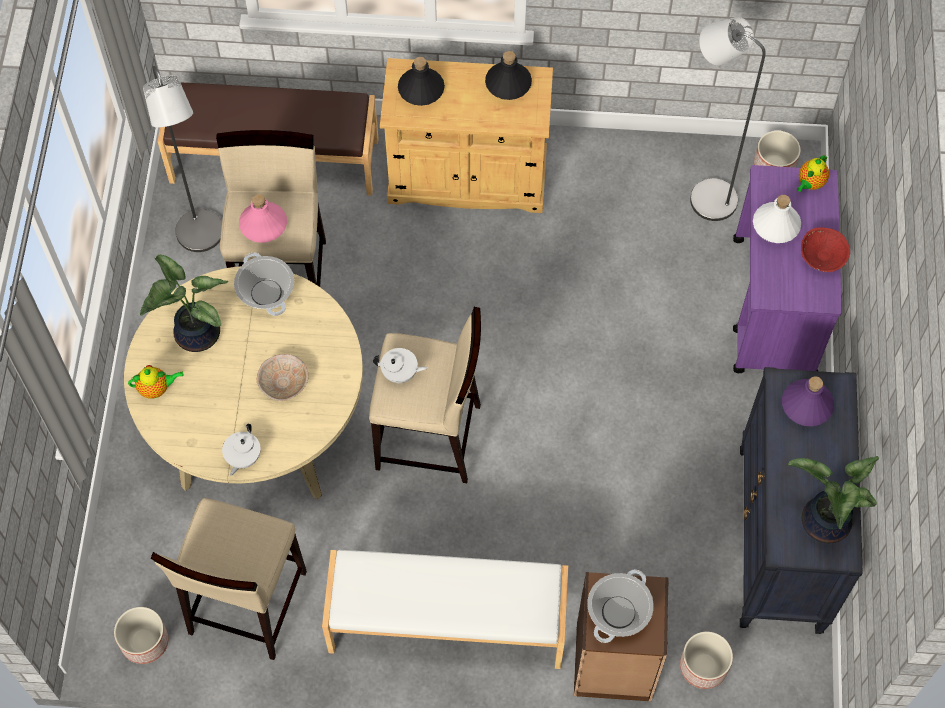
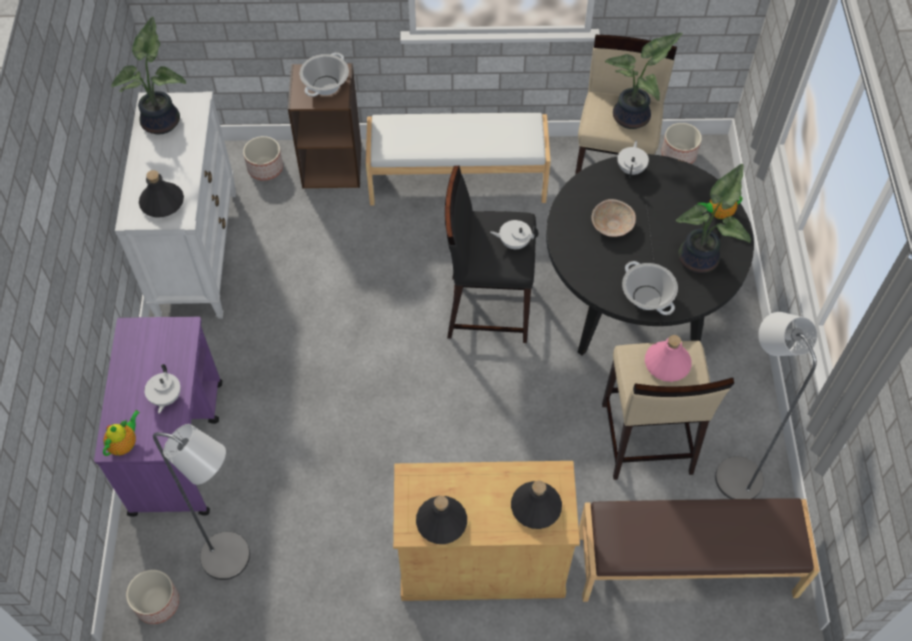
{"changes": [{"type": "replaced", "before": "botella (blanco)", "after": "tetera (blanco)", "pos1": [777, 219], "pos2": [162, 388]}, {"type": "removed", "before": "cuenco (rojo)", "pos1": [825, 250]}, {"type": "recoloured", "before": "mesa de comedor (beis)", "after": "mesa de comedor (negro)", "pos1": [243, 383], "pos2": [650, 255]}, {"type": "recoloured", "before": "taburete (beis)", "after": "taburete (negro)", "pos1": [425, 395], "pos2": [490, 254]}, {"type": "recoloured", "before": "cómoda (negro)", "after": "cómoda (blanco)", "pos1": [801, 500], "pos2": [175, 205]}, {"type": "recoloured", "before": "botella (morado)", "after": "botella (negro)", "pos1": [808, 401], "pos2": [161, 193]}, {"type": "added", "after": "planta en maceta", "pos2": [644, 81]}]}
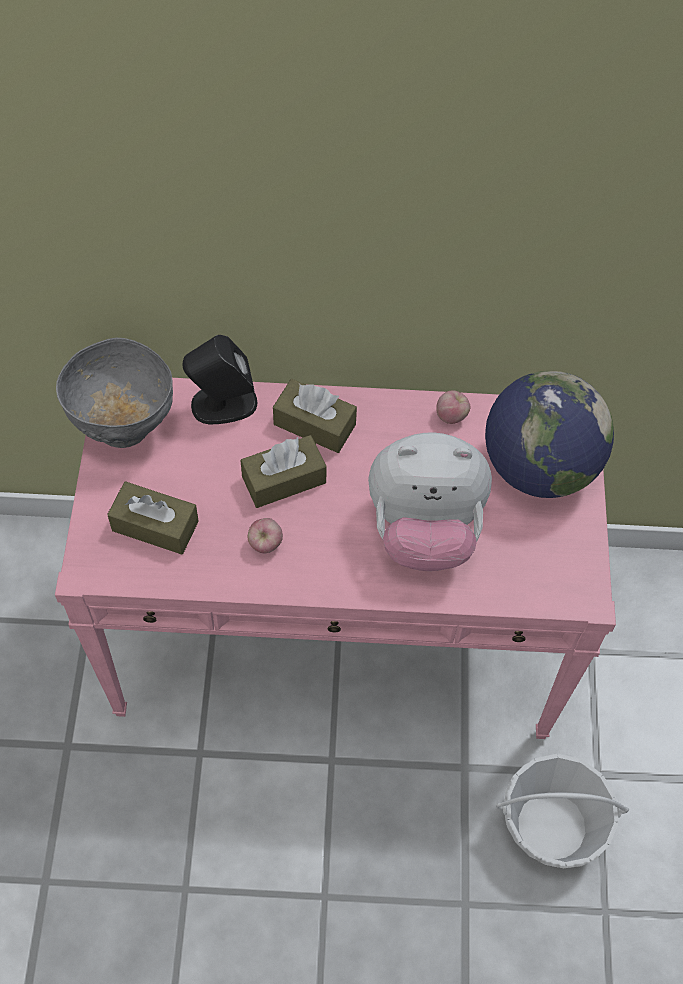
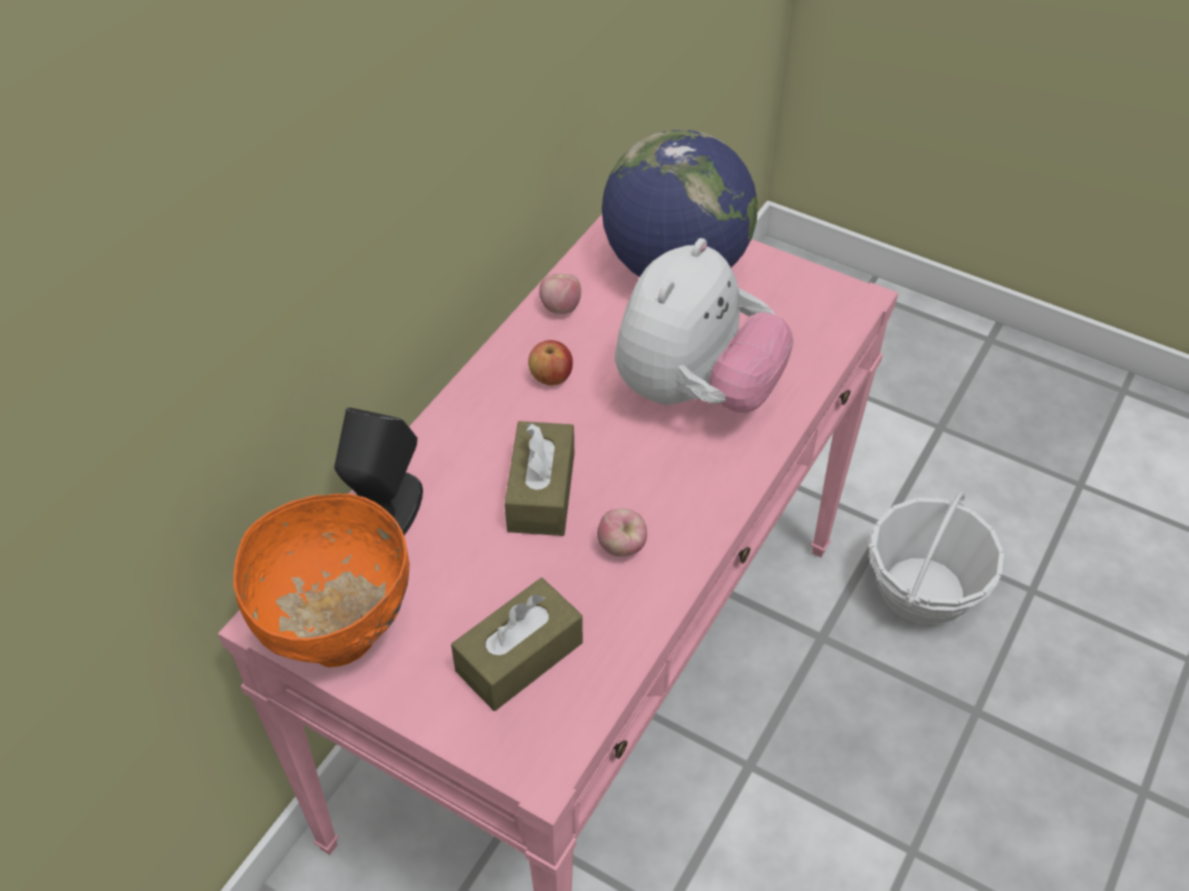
{"changes": [{"type": "recoloured", "before": "cuenco (gris)", "after": "cuenco (naranja)", "pos1": [114, 393], "pos2": [321, 580]}, {"type": "removed", "before": "caja de pañuelos (marrón)", "pos1": [315, 416]}, {"type": "added", "after": "manzana", "pos2": [550, 363]}]}
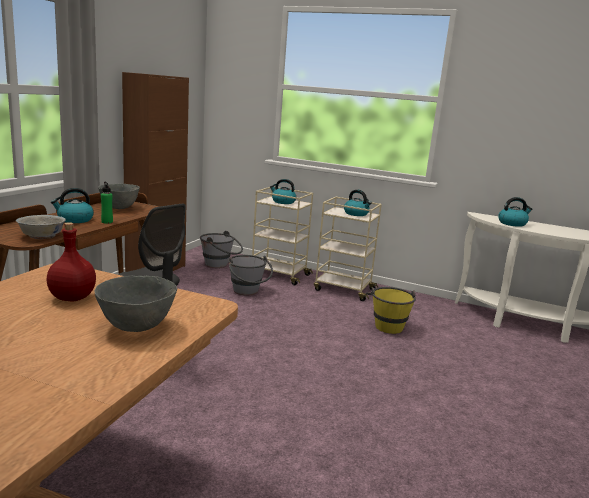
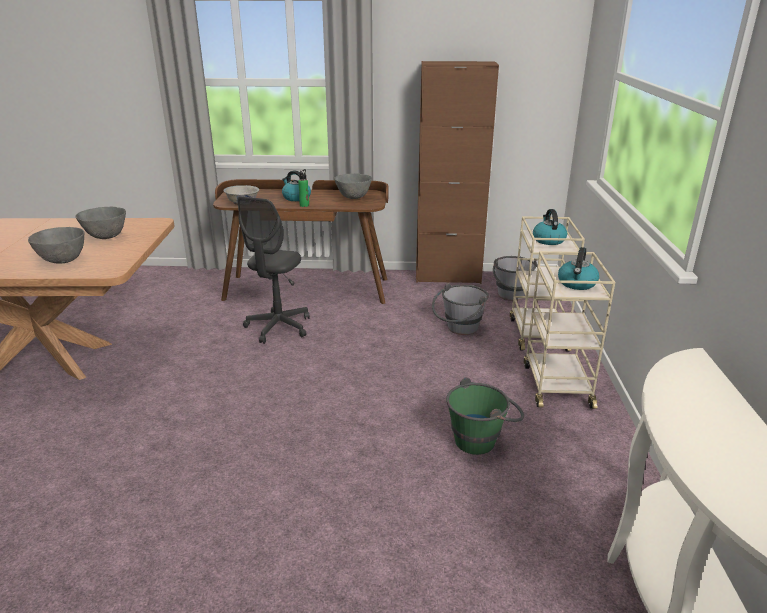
{"changes": [{"type": "removed", "before": "hervidor", "pos1": [515, 212]}, {"type": "replaced", "before": "botella (rojo)", "after": "cuenco (gris)", "pos1": [71, 262], "pos2": [101, 223]}, {"type": "recoloured", "before": "cubo (amarillo)", "after": "cubo (verde)", "pos1": [391, 310], "pos2": [485, 416]}]}
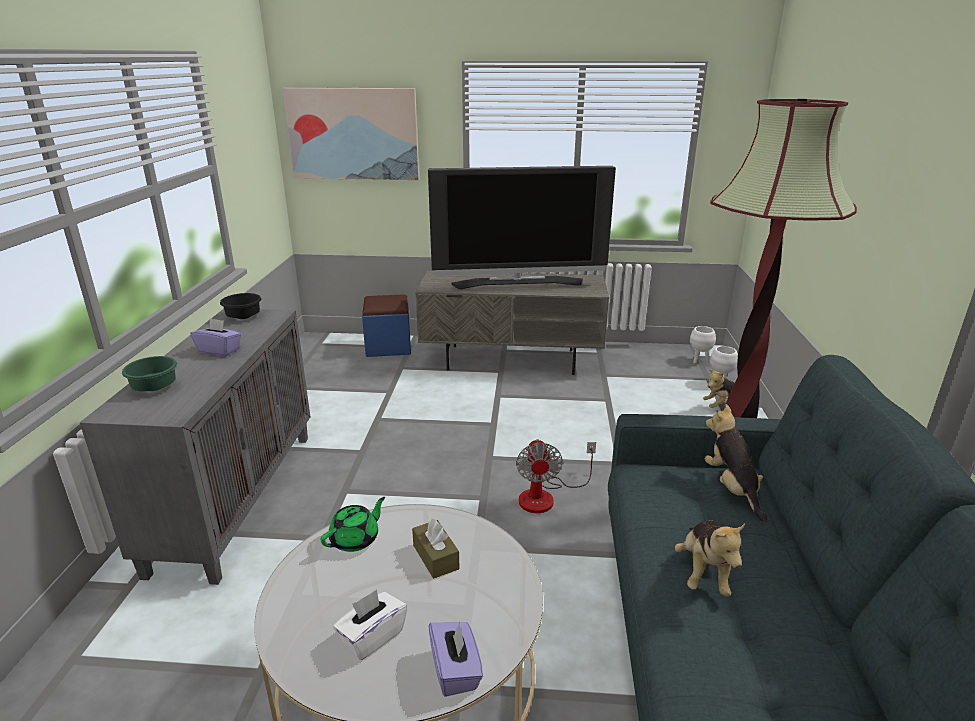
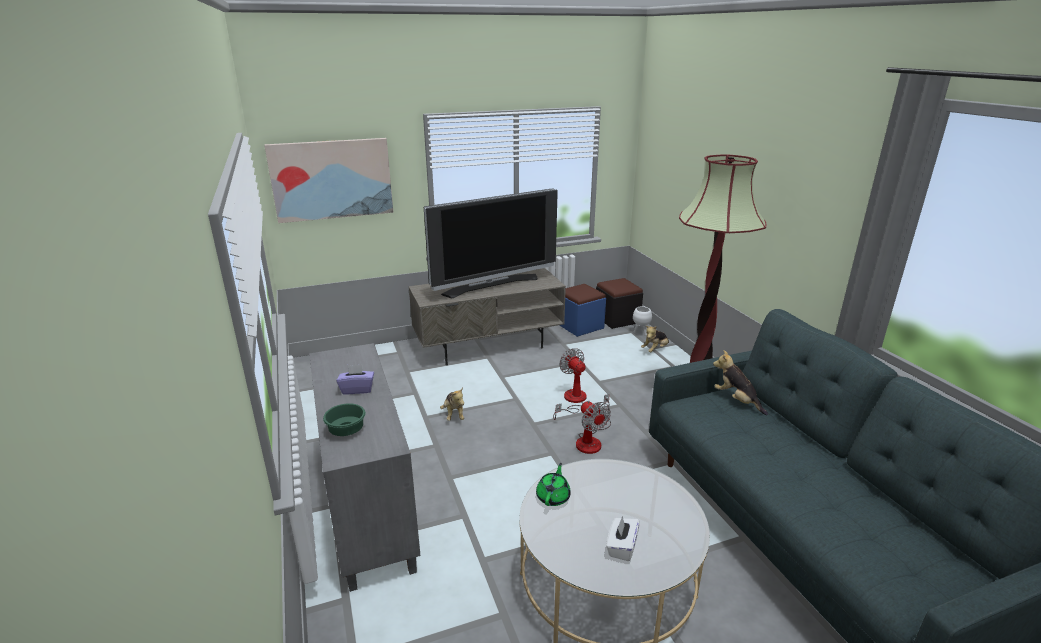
{"changes": [{"type": "removed", "before": "cuenco (negro)", "pos1": [240, 306]}, {"type": "moved", "before": "puf (azul)", "pos1": [386, 325], "pos2": [582, 310]}, {"type": "replaced", "before": "maceta (blanco)", "after": "puf (negro)", "pos1": [703, 344], "pos2": [619, 303]}, {"type": "removed", "before": "caja de pañuelos (marrón)", "pos1": [436, 548]}, {"type": "moved", "before": "peluche", "pos1": [710, 558], "pos2": [452, 404]}, {"type": "removed", "before": "caja de pañuelos (morado)", "pos1": [456, 659]}, {"type": "added", "after": "ventilador", "pos2": [570, 384]}]}
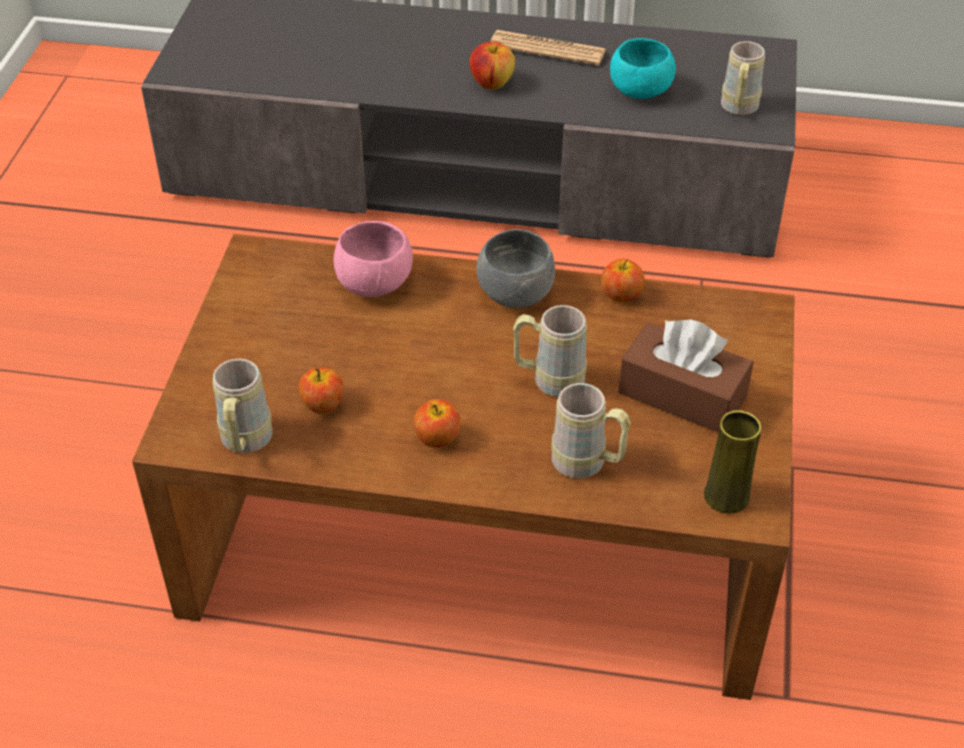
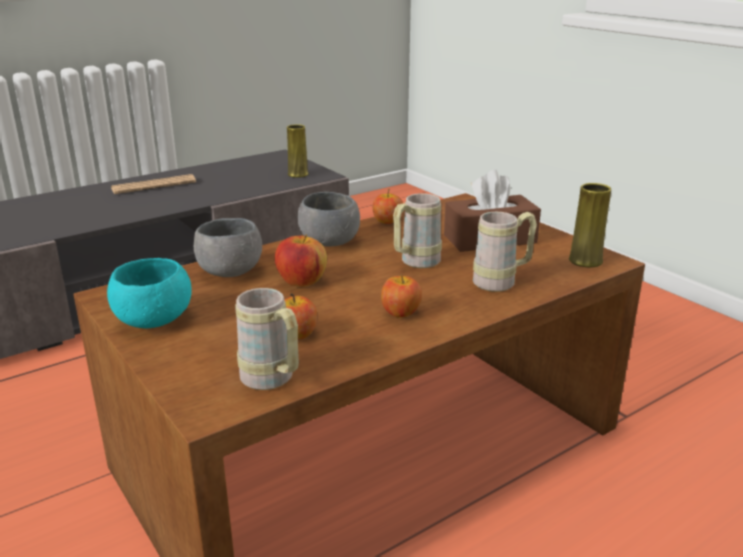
{"changes": [{"type": "moved", "before": "cuenco (turquesa)", "pos1": [643, 68], "pos2": [149, 293]}, {"type": "moved", "before": "manzana", "pos1": [492, 65], "pos2": [301, 260]}, {"type": "replaced", "before": "taza grande (beis)", "after": "florero (amarillo)", "pos1": [743, 78], "pos2": [297, 151]}, {"type": "recoloured", "before": "cuenco (rosa)", "after": "cuenco (gris)", "pos1": [373, 259], "pos2": [228, 247]}]}
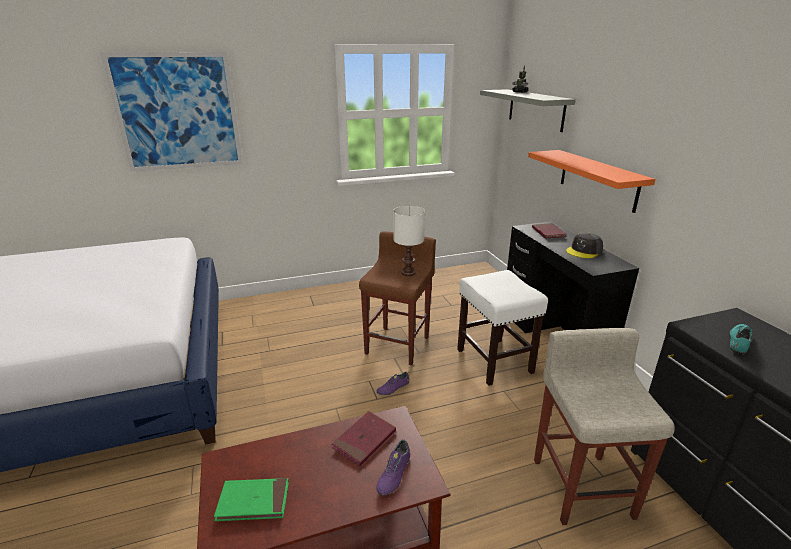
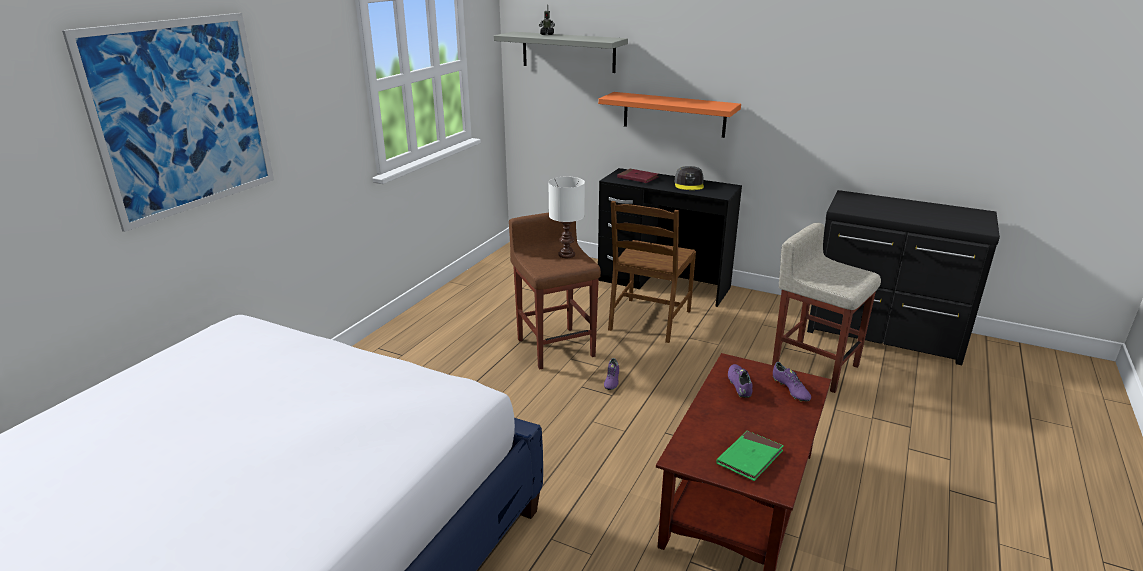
{"changes": [{"type": "replaced", "before": "taburete (blanco)", "after": "silla (marrón)", "pos1": [502, 328], "pos2": [652, 272]}, {"type": "removed", "before": "zapato (turquesa)", "pos1": [741, 339]}, {"type": "replaced", "before": "libro (rojo)", "after": "zapato (morado)", "pos1": [364, 439], "pos2": [740, 381]}]}
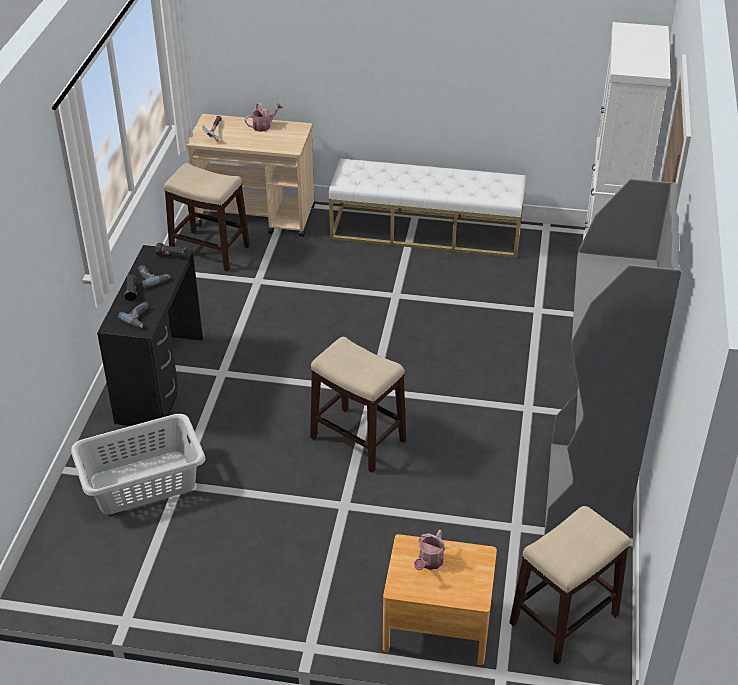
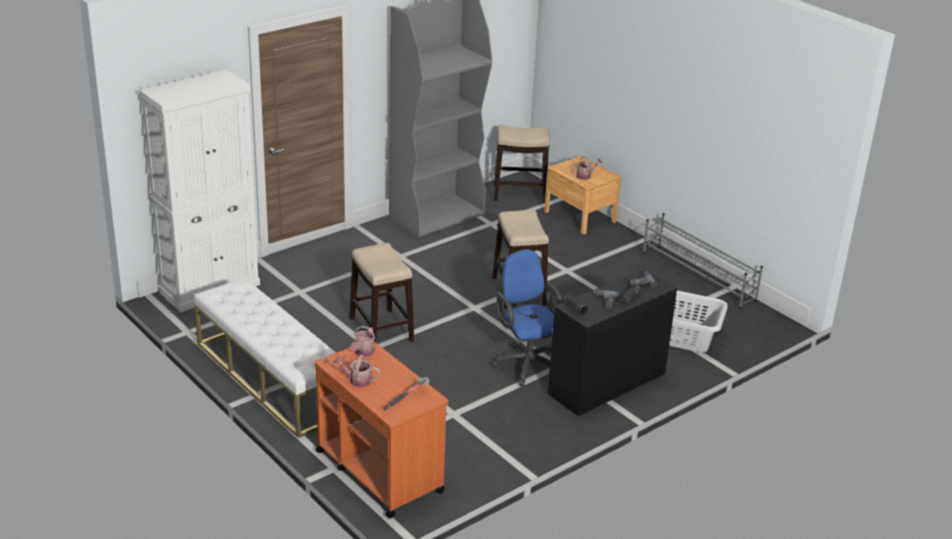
{"changes": [{"type": "recoloured", "before": "carrito (beis)", "after": "carrito (naranja)", "pos1": [250, 175], "pos2": [381, 430]}, {"type": "moved", "before": "taburete", "pos1": [207, 217], "pos2": [382, 292]}, {"type": "added", "after": "zapatero (gris)", "pos2": [702, 261]}, {"type": "added", "after": "silla de oficina (azul)", "pos2": [528, 318]}, {"type": "added", "after": "regadera", "pos2": [363, 341]}]}
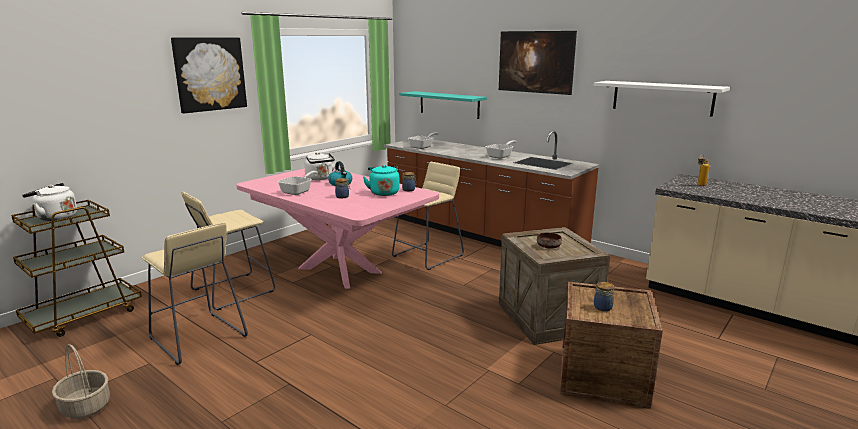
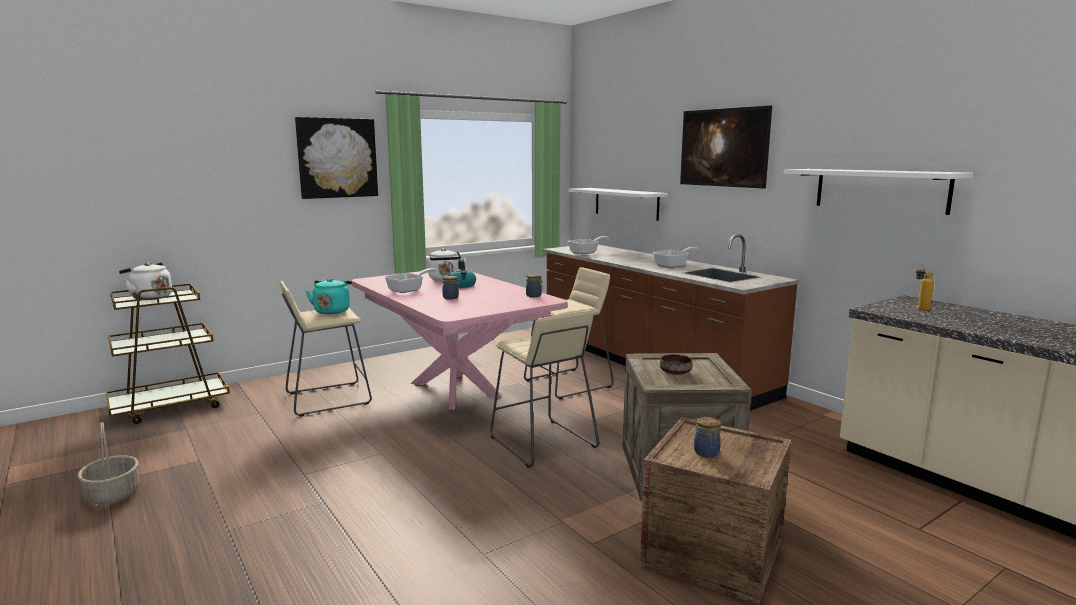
{"changes": [{"type": "recoloured", "before": "estante (turquesa)", "after": "estante (blanco)", "pos1": [443, 105], "pos2": [618, 204]}, {"type": "moved", "before": "hervidor (turquesa)", "pos1": [381, 180], "pos2": [328, 296]}, {"type": "moved", "before": "taburete (beis)", "pos1": [195, 293], "pos2": [544, 389]}]}
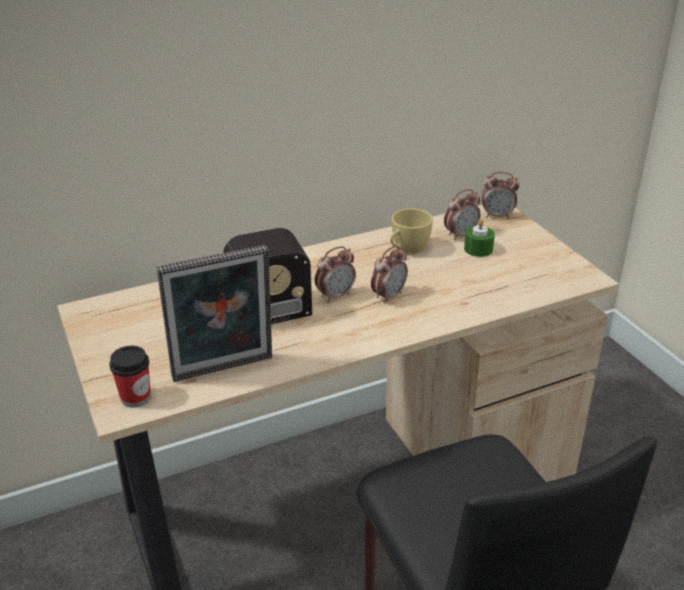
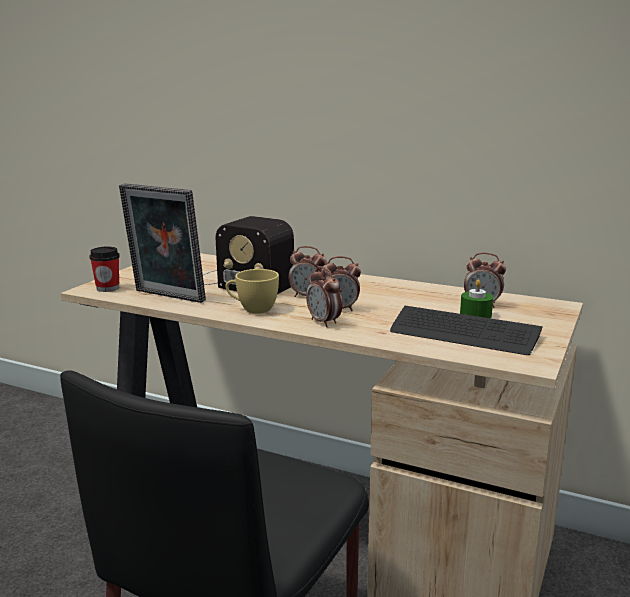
{"changes": [{"type": "moved", "before": "despertador", "pos1": [500, 195], "pos2": [324, 296]}, {"type": "moved", "before": "taza (amarillo)", "pos1": [411, 231], "pos2": [252, 291]}, {"type": "added", "after": "teclado", "pos2": [466, 330]}]}
